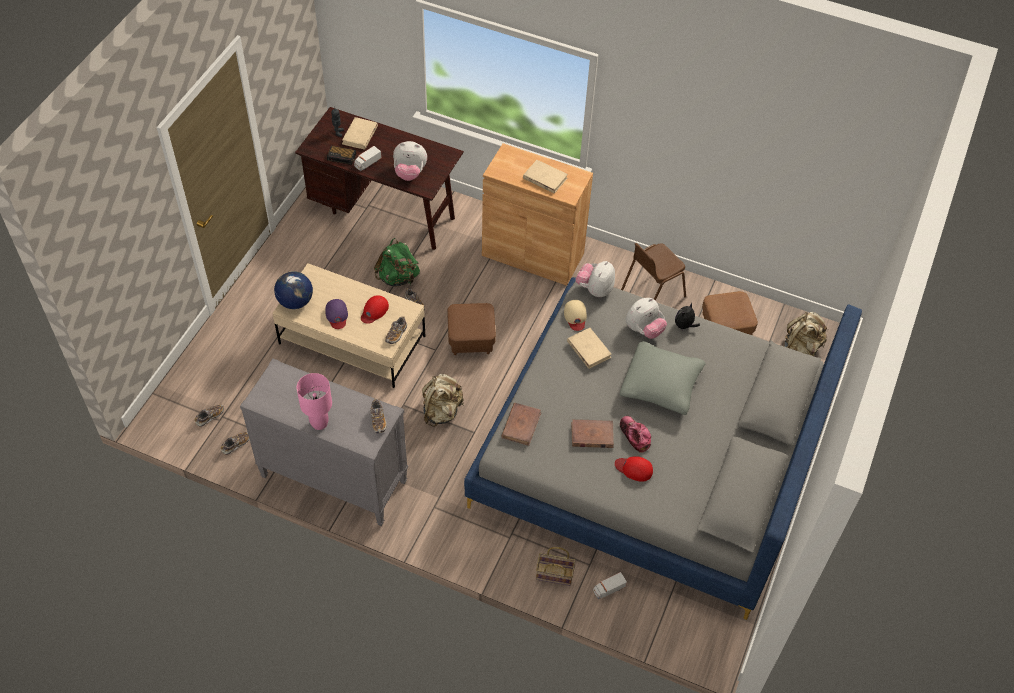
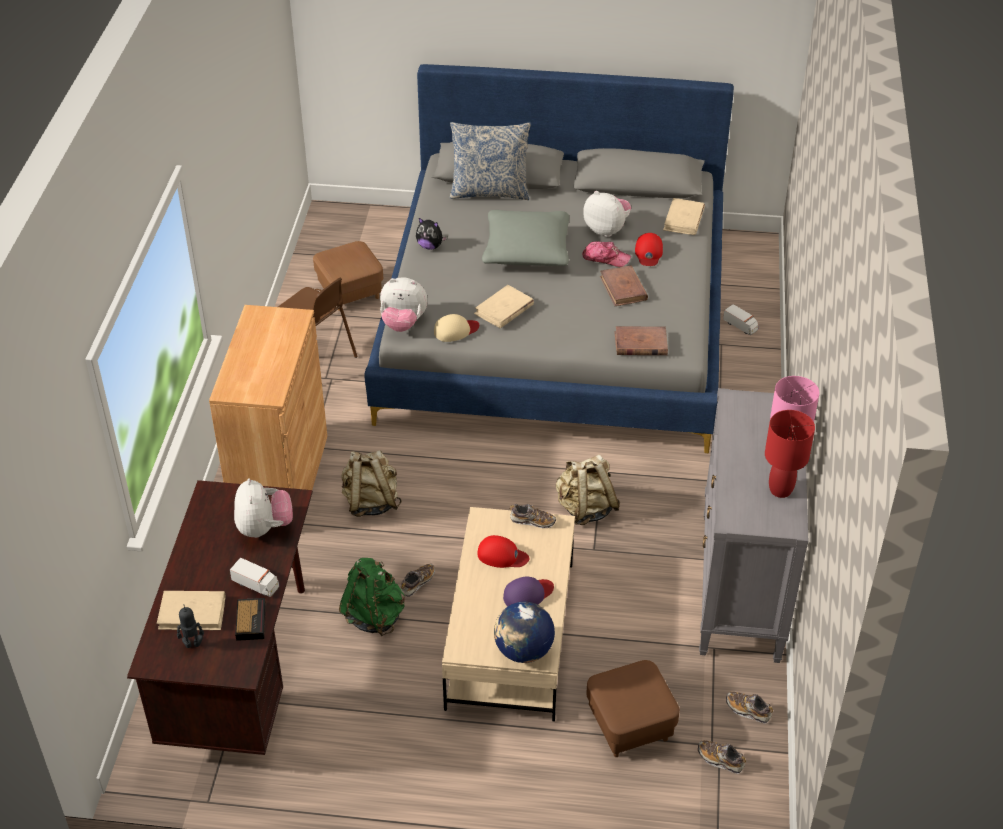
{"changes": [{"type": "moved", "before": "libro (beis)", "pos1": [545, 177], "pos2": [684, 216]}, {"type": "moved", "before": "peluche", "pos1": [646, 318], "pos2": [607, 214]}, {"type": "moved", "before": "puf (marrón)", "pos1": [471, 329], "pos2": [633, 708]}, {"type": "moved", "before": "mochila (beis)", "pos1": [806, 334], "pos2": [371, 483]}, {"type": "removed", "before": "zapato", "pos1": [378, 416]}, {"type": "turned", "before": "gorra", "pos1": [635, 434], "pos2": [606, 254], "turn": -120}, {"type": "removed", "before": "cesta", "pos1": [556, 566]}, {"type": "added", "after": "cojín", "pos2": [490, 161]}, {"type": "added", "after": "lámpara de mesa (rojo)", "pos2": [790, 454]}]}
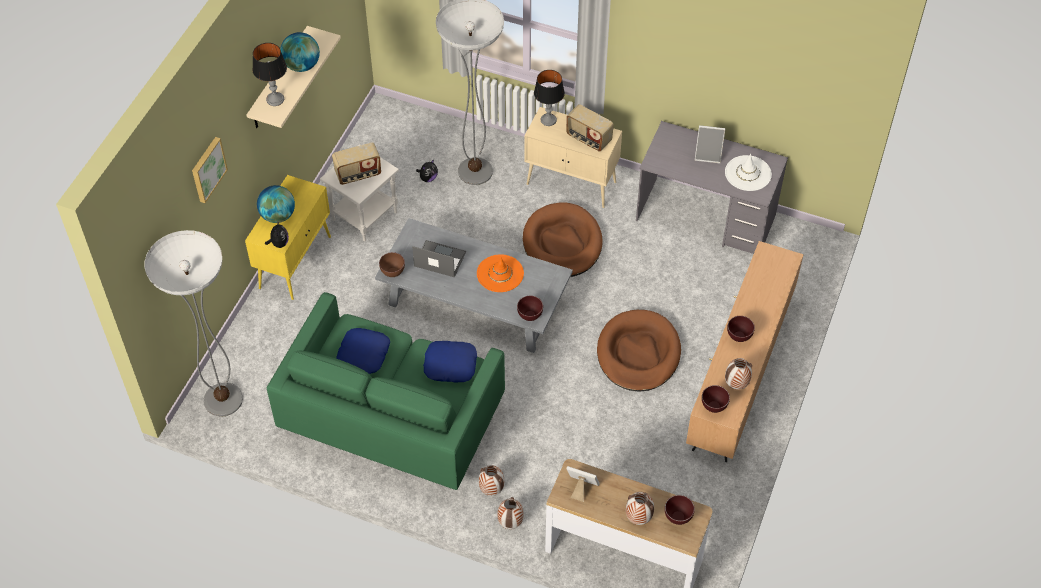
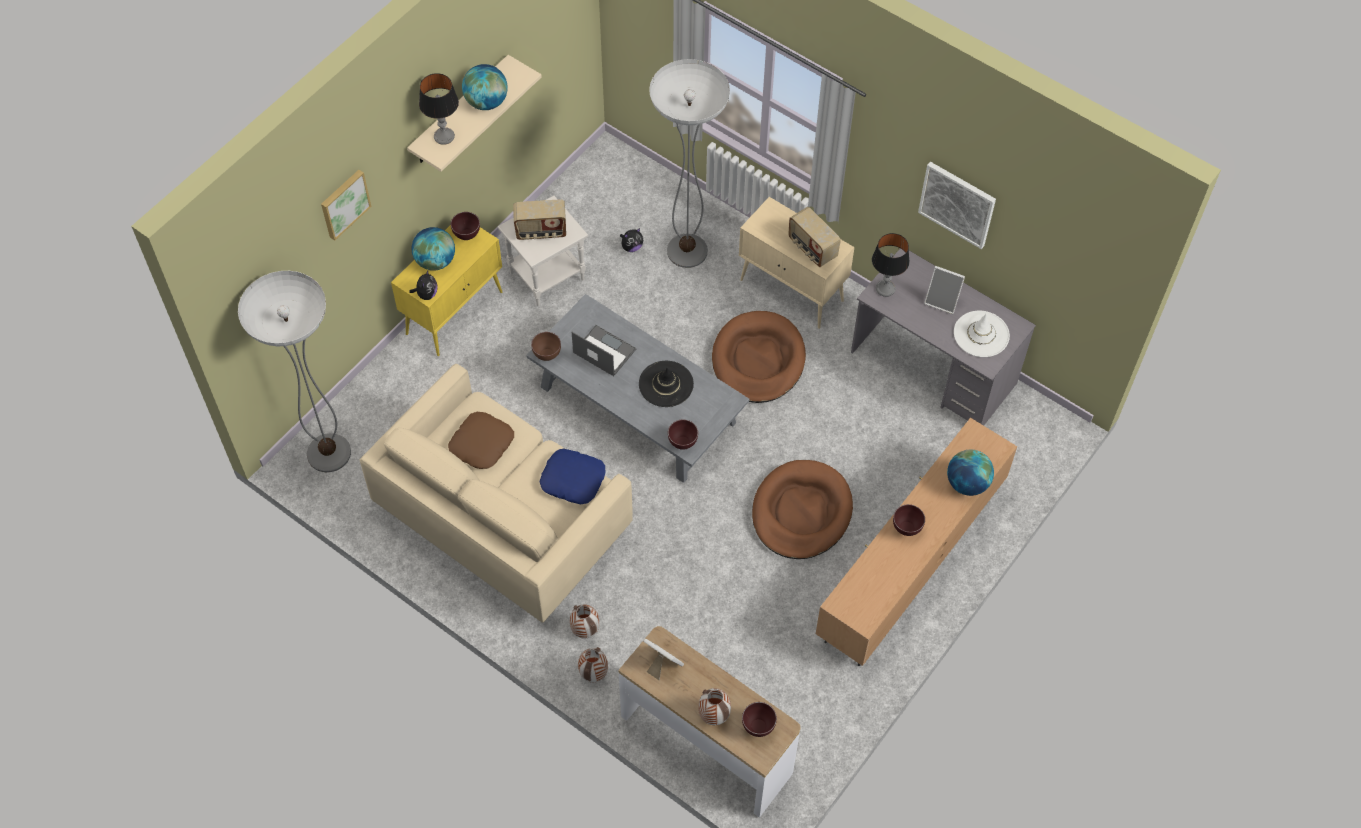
{"changes": [{"type": "moved", "before": "lámpara de mesa", "pos1": [549, 98], "pos2": [891, 265]}, {"type": "recoloured", "before": "sombrero (naranja)", "after": "sombrero (negro)", "pos1": [500, 273], "pos2": [666, 384]}, {"type": "recoloured", "before": "sofá (verde)", "after": "sofá (beis)", "pos1": [386, 391], "pos2": [496, 493]}, {"type": "recoloured", "before": "cojín (azul)", "after": "cojín (marrón)", "pos1": [363, 351], "pos2": [481, 440]}, {"type": "removed", "before": "florero", "pos1": [738, 374]}, {"type": "moved", "before": "cuenco (marrón)", "pos1": [716, 399], "pos2": [465, 226]}, {"type": "added", "after": "cuadro", "pos2": [957, 205]}, {"type": "added", "after": "globo terráqueo", "pos2": [970, 473]}]}
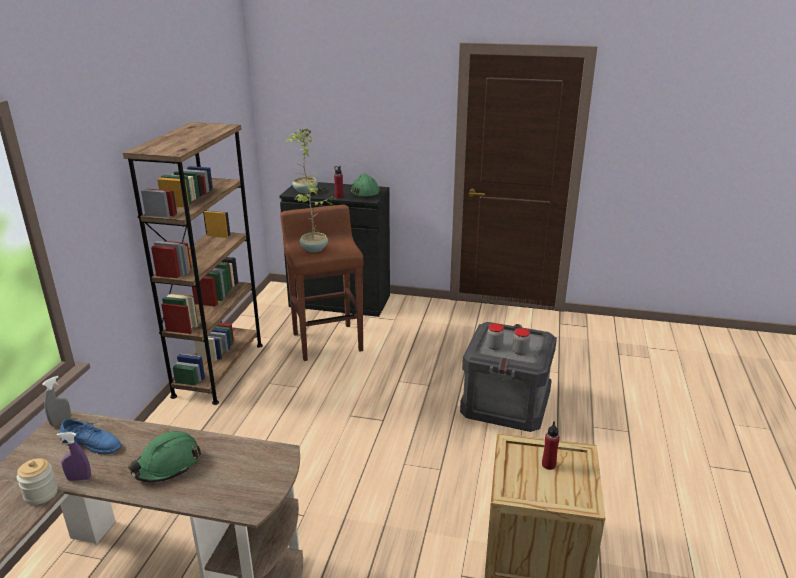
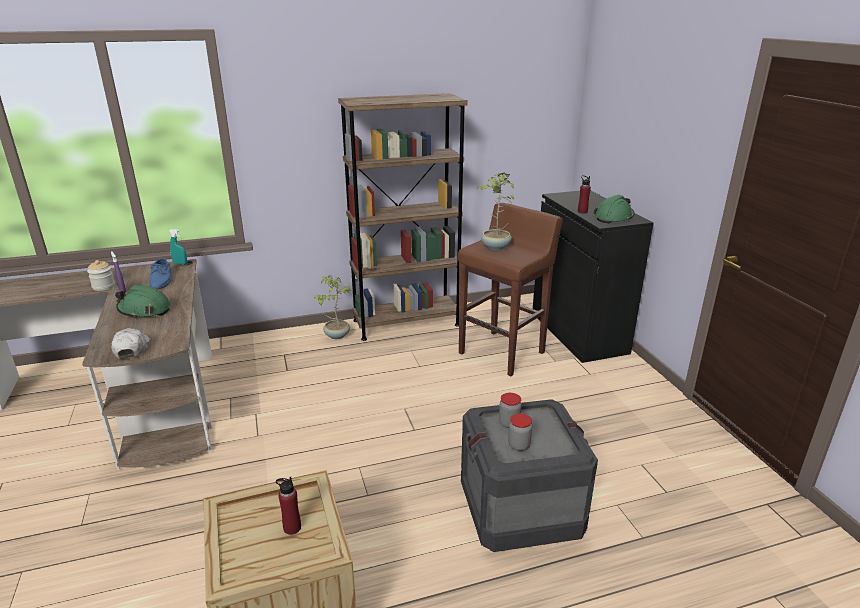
{"changes": [{"type": "moved", "before": "planta en maceta", "pos1": [302, 161], "pos2": [333, 307]}, {"type": "recoloured", "before": "pulverizador (gris)", "after": "pulverizador (turquesa)", "pos1": [56, 401], "pos2": [178, 247]}, {"type": "added", "after": "gorra (blanco)", "pos2": [130, 343]}]}
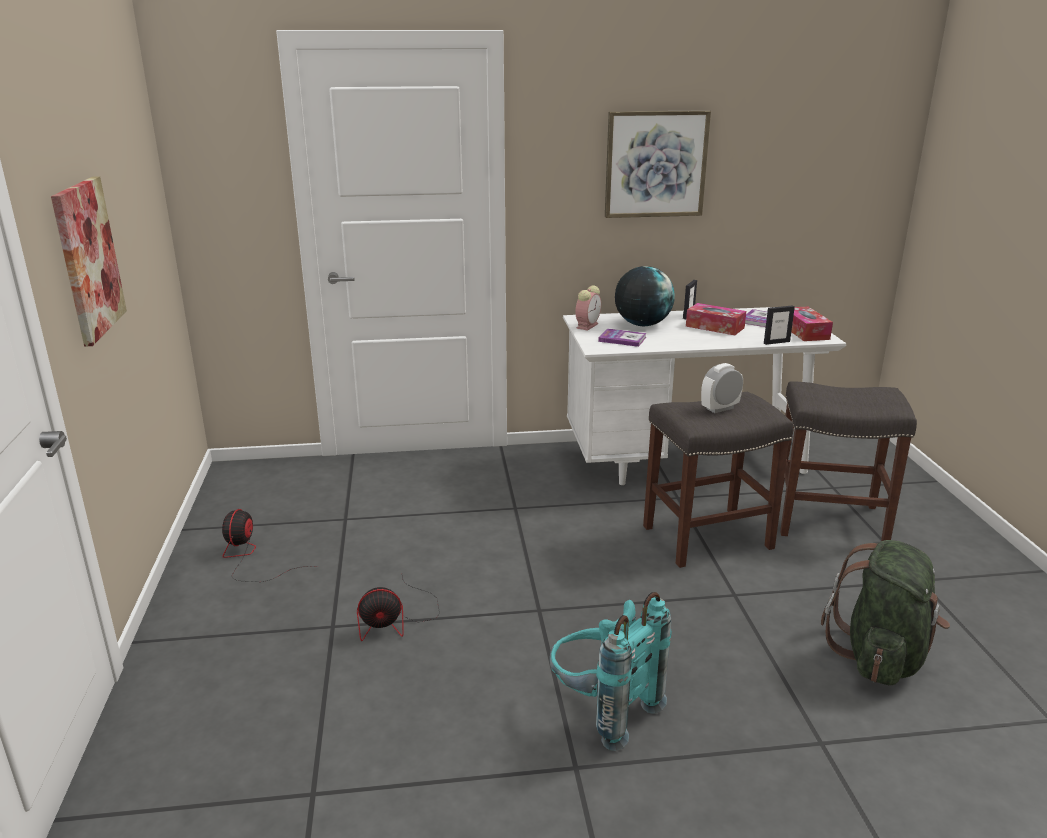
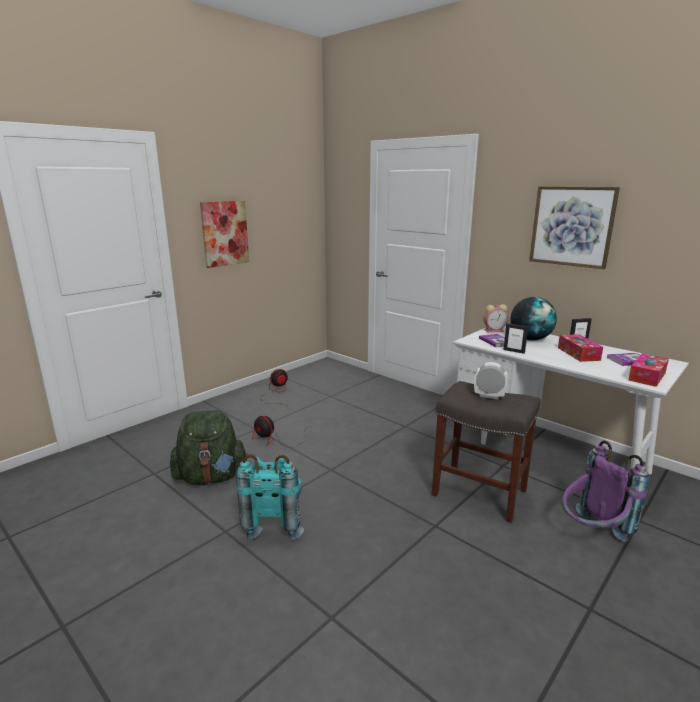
{"changes": [{"type": "moved", "before": "portarretratos", "pos1": [779, 325], "pos2": [515, 338]}, {"type": "replaced", "before": "taburete (gris)", "after": "mochila (morado)", "pos1": [848, 461], "pos2": [606, 491]}, {"type": "moved", "before": "mochila (verde)", "pos1": [885, 612], "pos2": [209, 447]}]}
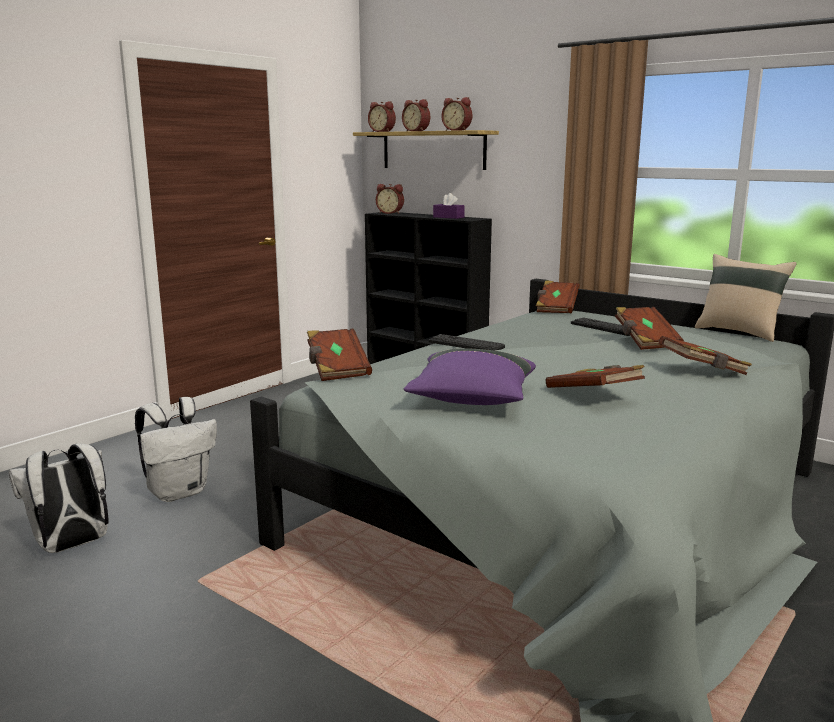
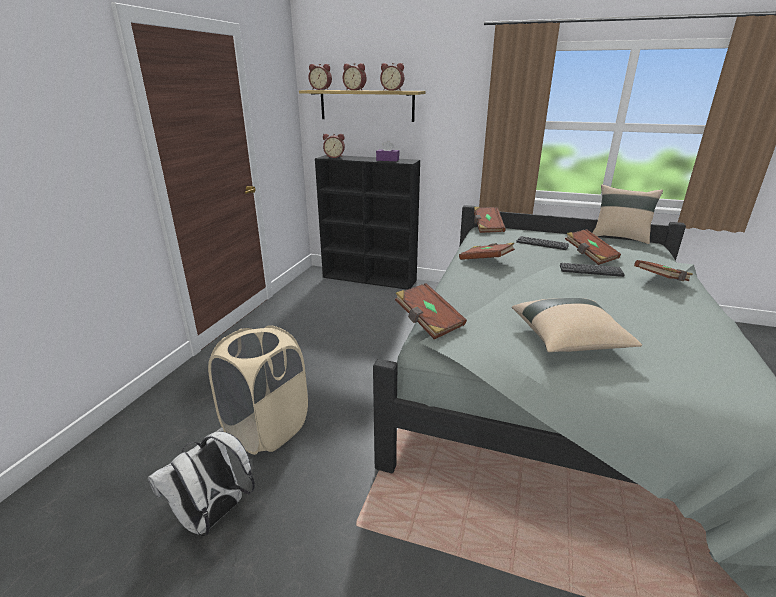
{"changes": [{"type": "moved", "before": "teclado", "pos1": [467, 342], "pos2": [592, 270]}, {"type": "recoloured", "before": "cojín (morado)", "after": "cojín (beis)", "pos1": [470, 376], "pos2": [577, 325]}, {"type": "moved", "before": "libro (marrón)", "pos1": [595, 376], "pos2": [487, 251]}, {"type": "replaced", "before": "mochila (blanco)", "after": "cesto de la ropa (beis)", "pos1": [176, 449], "pos2": [258, 390]}]}
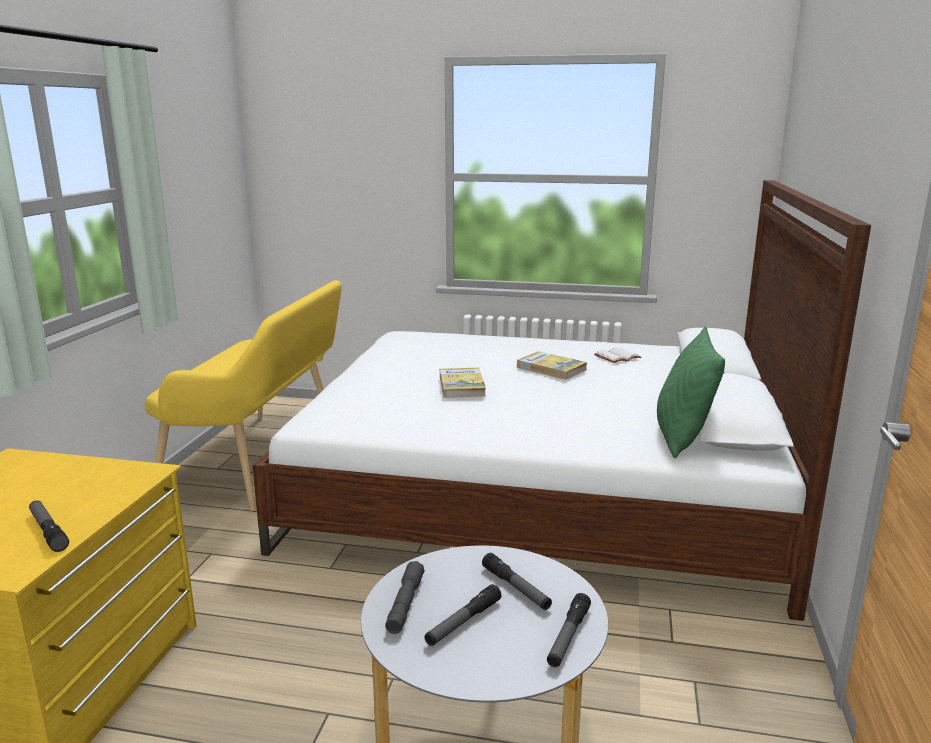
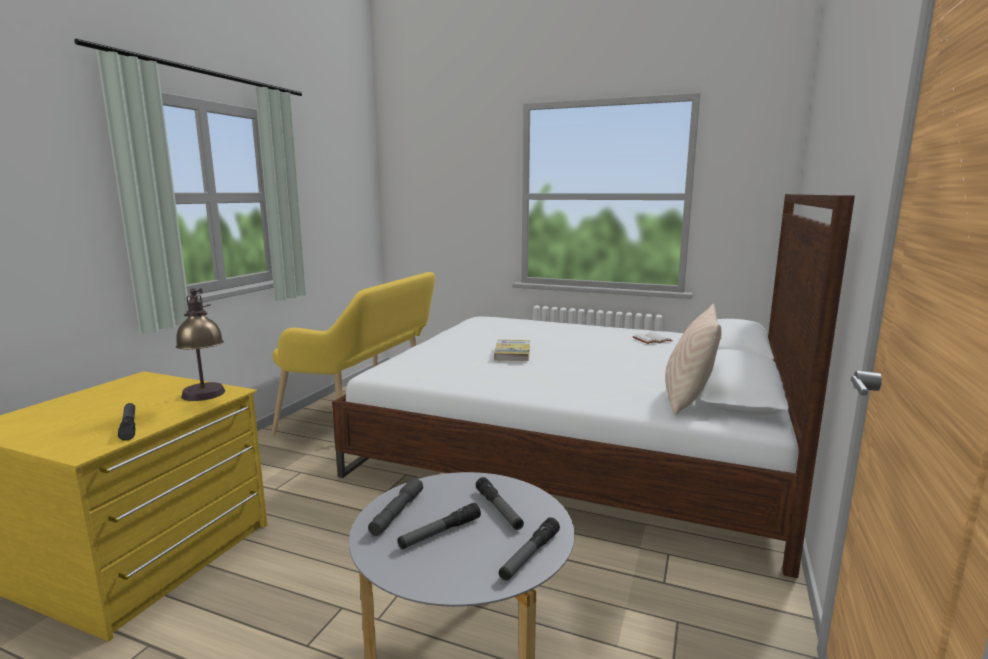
{"changes": [{"type": "recoloured", "before": "cojín (verde)", "after": "cojín (beis)", "pos1": [691, 392], "pos2": [693, 359]}, {"type": "removed", "before": "libro", "pos1": [552, 365]}, {"type": "added", "after": "lámpara de mesa", "pos2": [200, 344]}]}
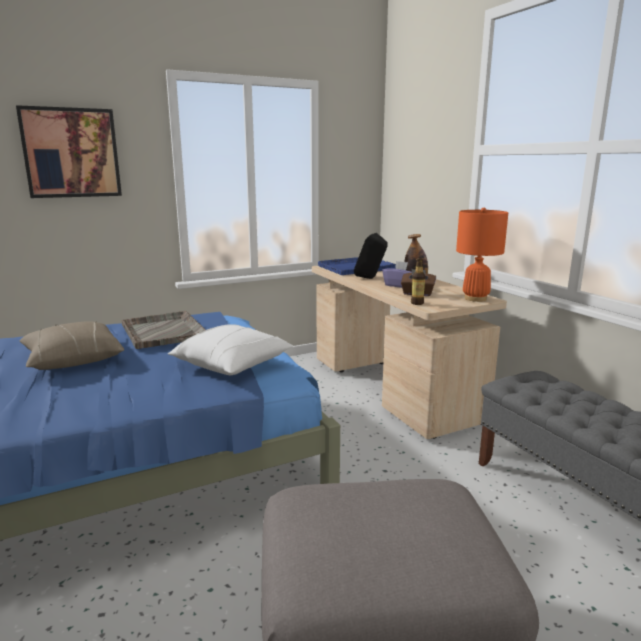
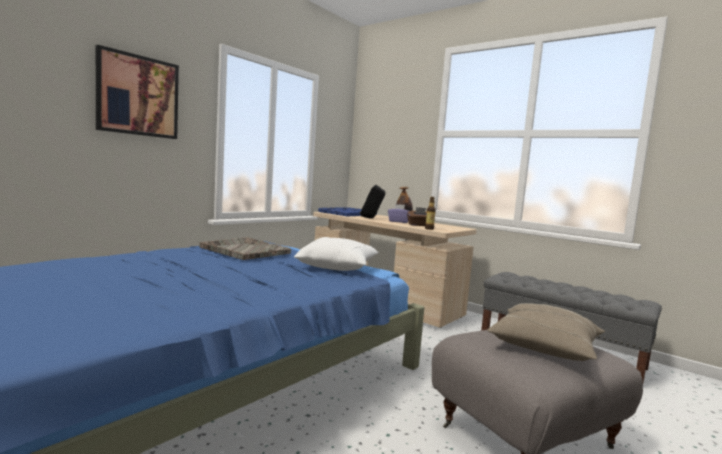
{"changes": [{"type": "removed", "before": "lámpara de mesa (naranja)", "pos1": [482, 255]}, {"type": "moved", "before": "cojín (beis)", "pos1": [71, 345], "pos2": [546, 332]}]}
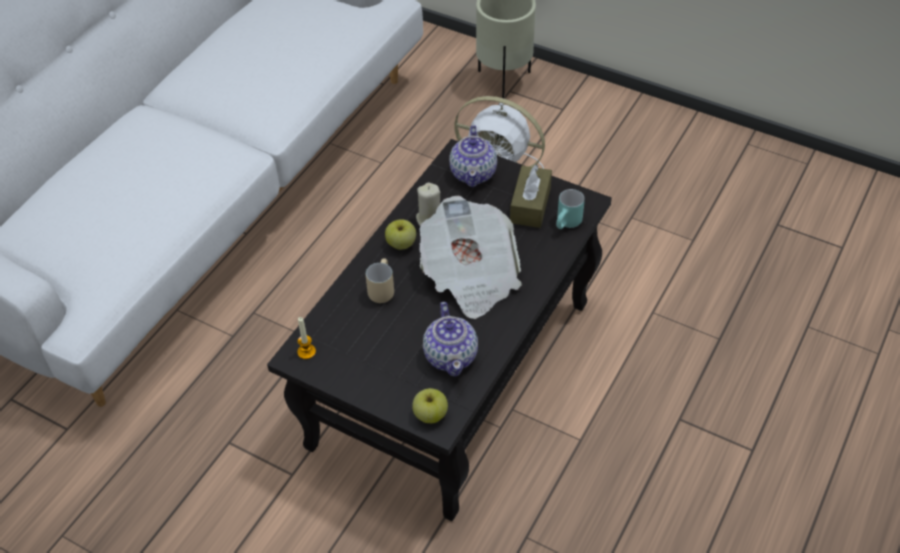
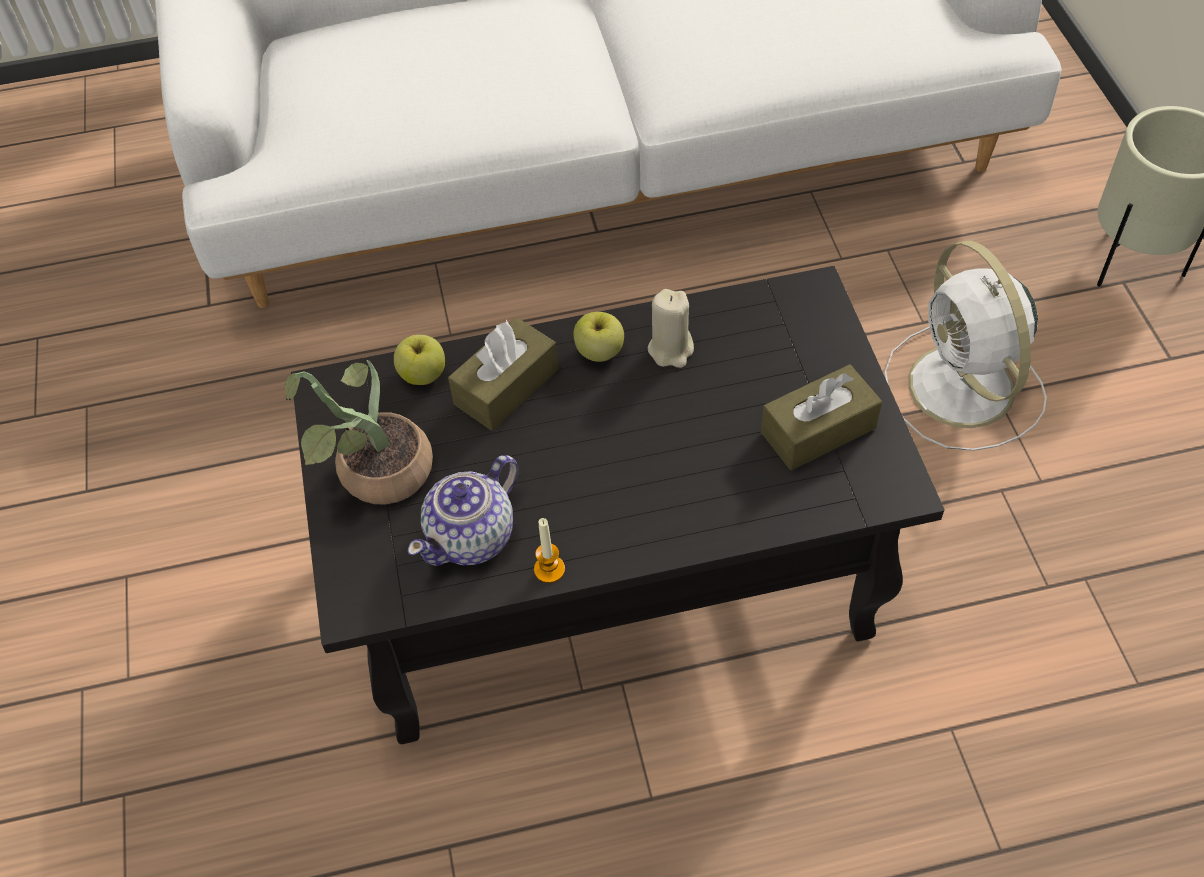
{"changes": [{"type": "removed", "before": "tetera", "pos1": [473, 156]}, {"type": "removed", "before": "taza grande (turquesa)", "pos1": [570, 209]}, {"type": "removed", "before": "periódico", "pos1": [470, 257]}, {"type": "replaced", "before": "taza grande (beis)", "after": "caja de pañuelos (marrón)", "pos1": [380, 280], "pos2": [503, 373]}, {"type": "moved", "before": "vela", "pos1": [306, 338], "pos2": [549, 550]}, {"type": "moved", "before": "manzana", "pos1": [430, 405], "pos2": [419, 360]}, {"type": "added", "after": "planta en maceta", "pos2": [359, 432]}]}
